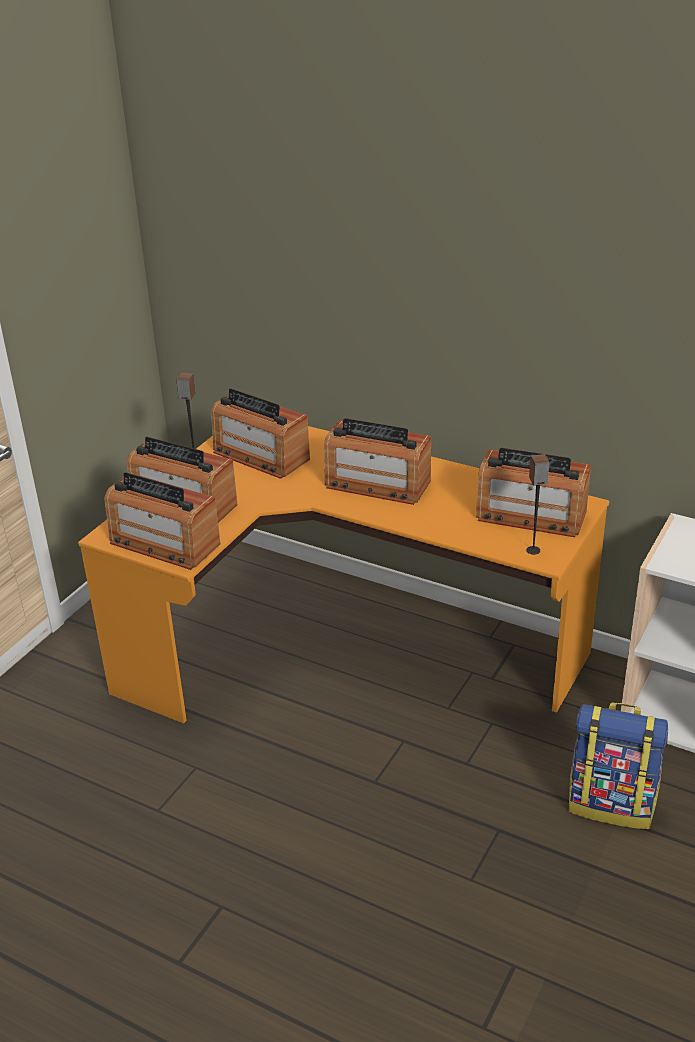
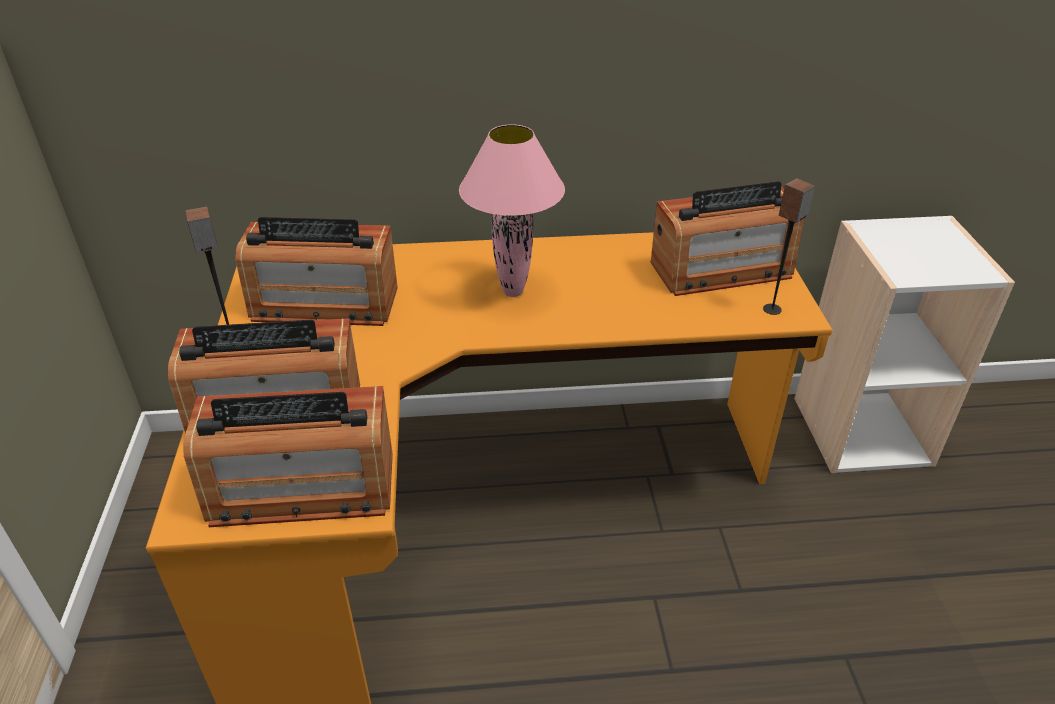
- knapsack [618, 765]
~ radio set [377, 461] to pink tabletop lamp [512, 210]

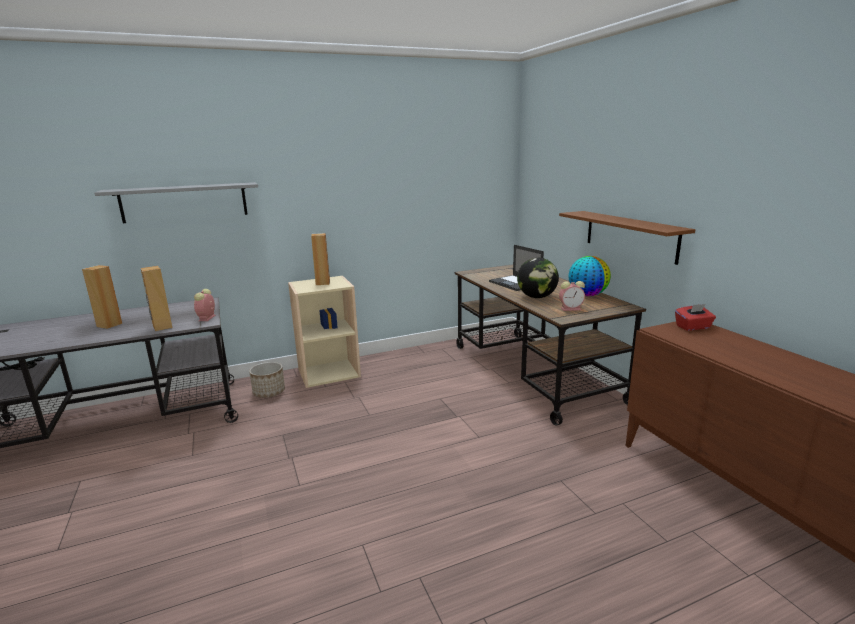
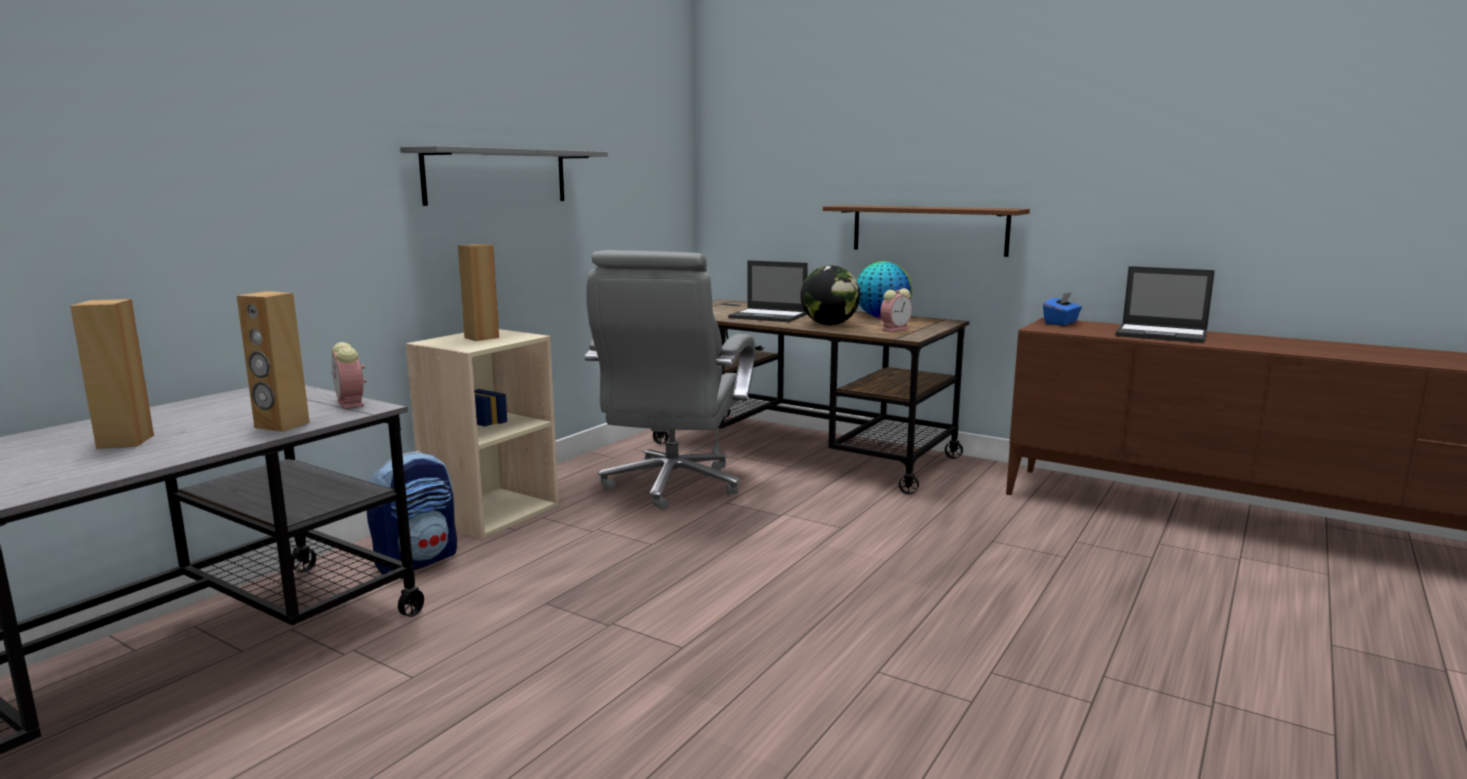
+ grey desk chair [670, 380]
+ notebook computer [1165, 304]
~ grey bracket shelf [176, 202] to [504, 176]
~ flower pot [267, 380] to knapsack [412, 513]
~ red-coloured box of tissues [695, 317] to blue-coloured box of tissues [1062, 309]

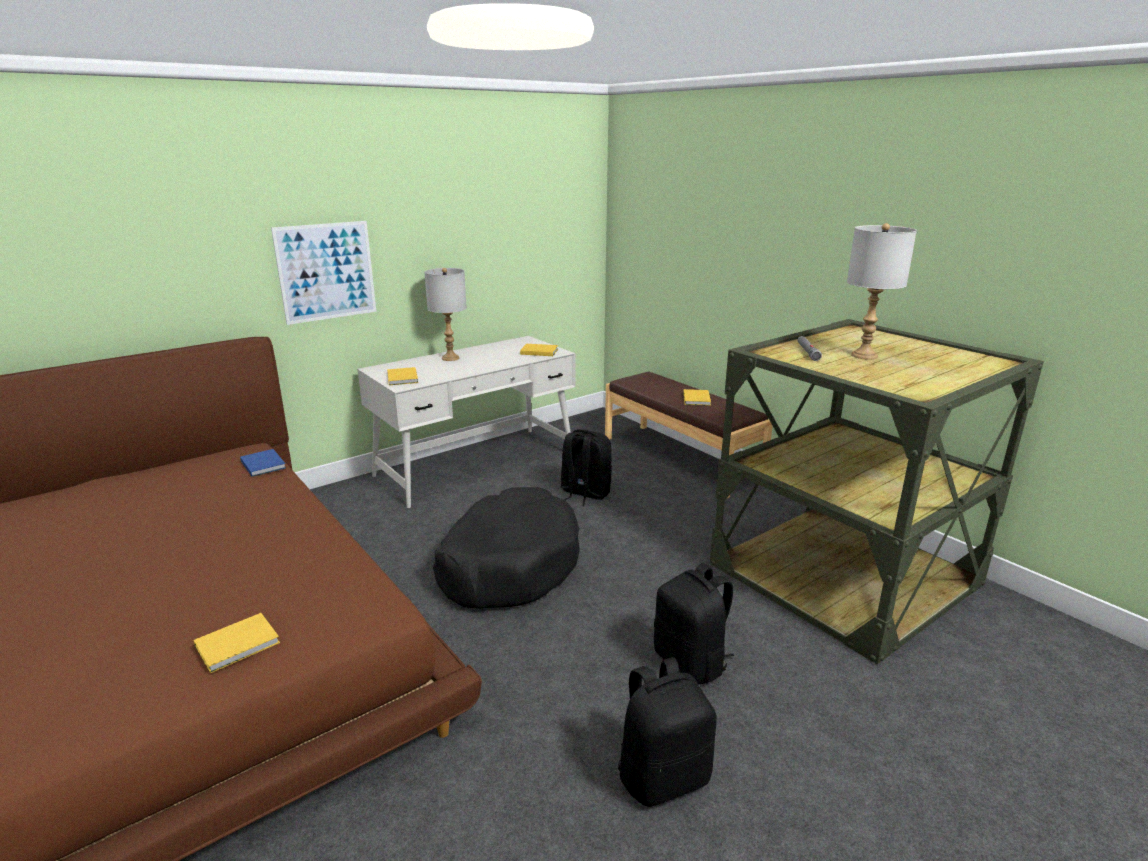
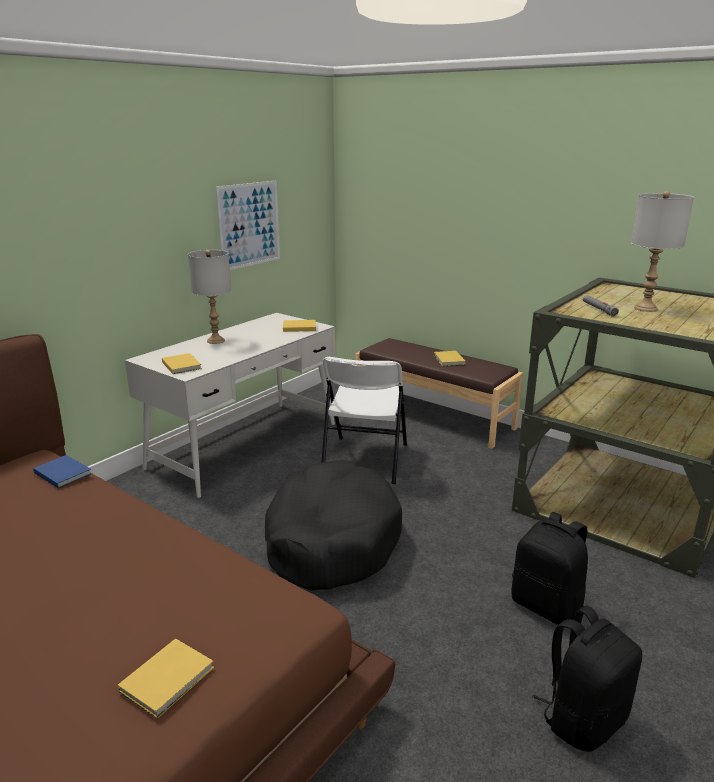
~ wall picture [324, 273] to [247, 225]
~ black knapsack [586, 467] to white plain chair [364, 420]

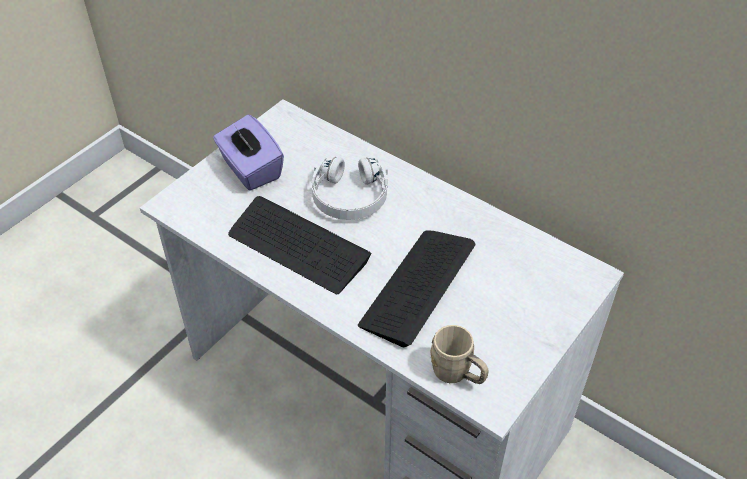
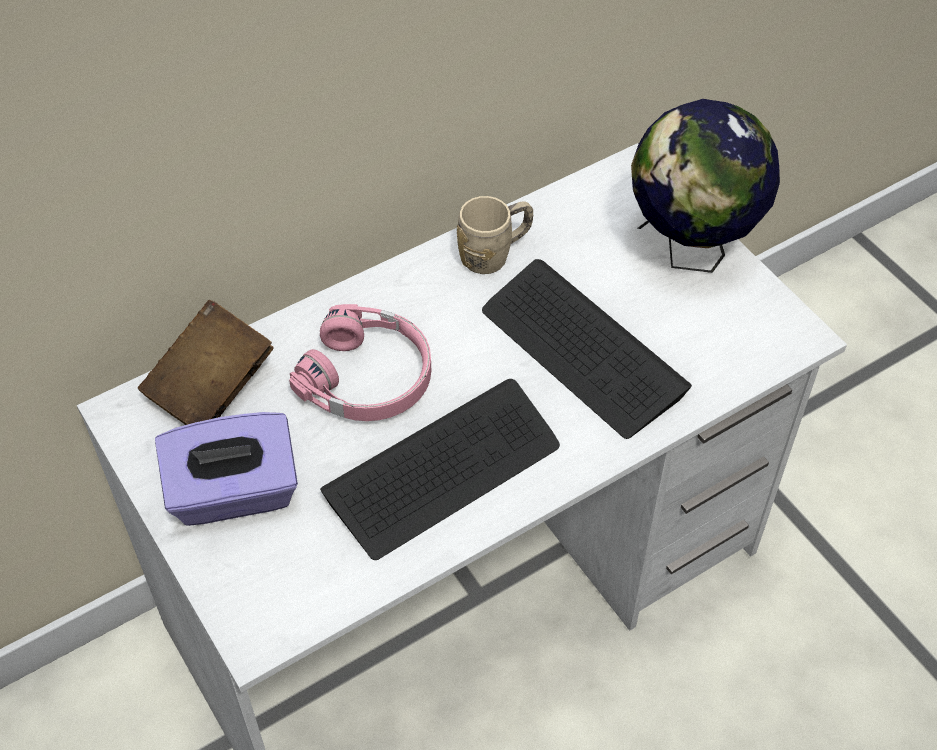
+ brownish book [206, 362]
+ globe [705, 186]
~ beige coffee mug [459, 354] to [495, 235]
~ white headphones [350, 188] to pink headphones [360, 362]

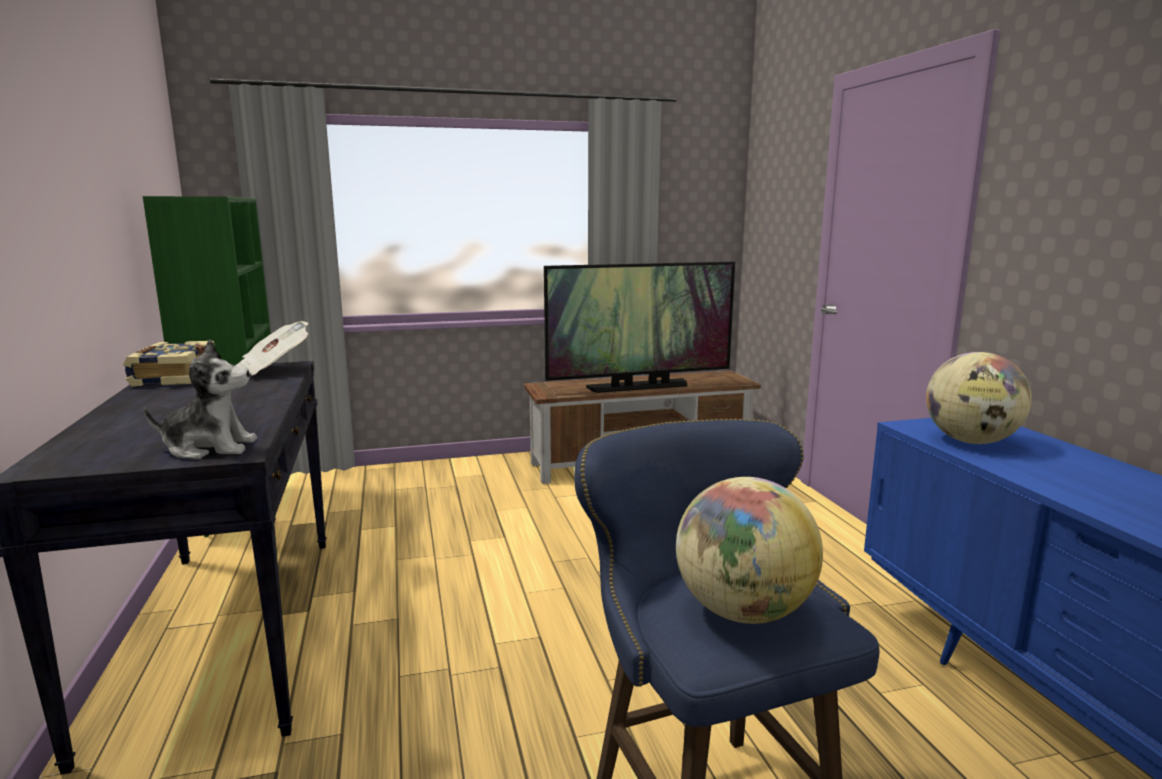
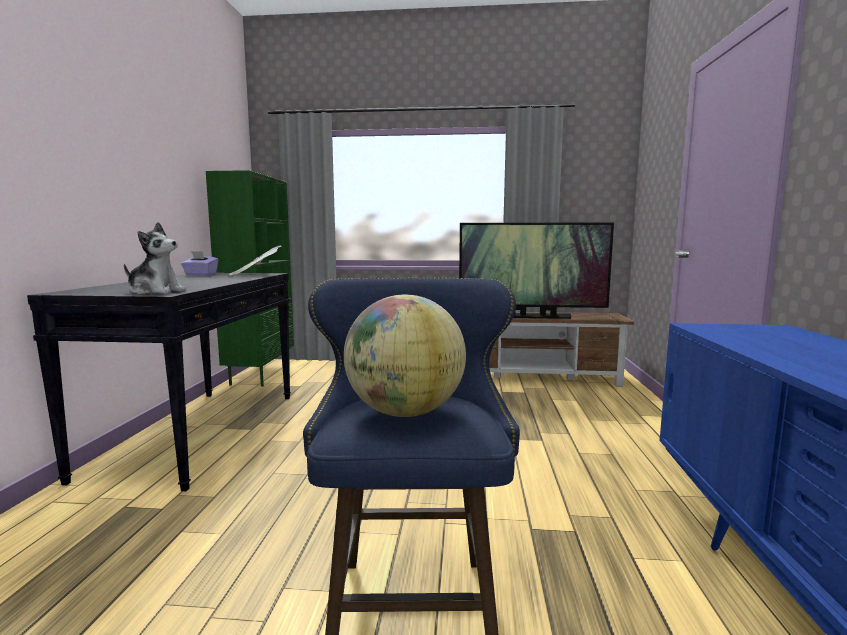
- globe [979, 398]
~ book [169, 363] to purple box of tissues [199, 263]

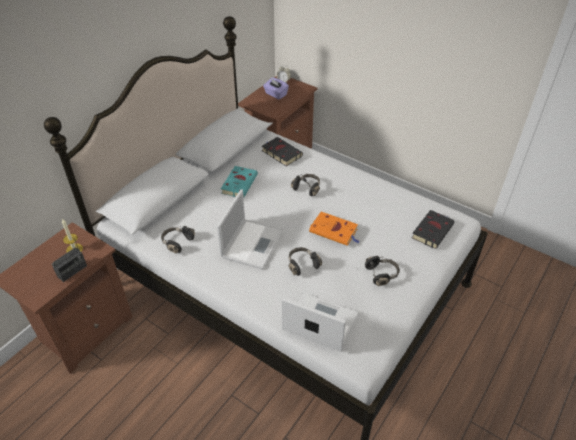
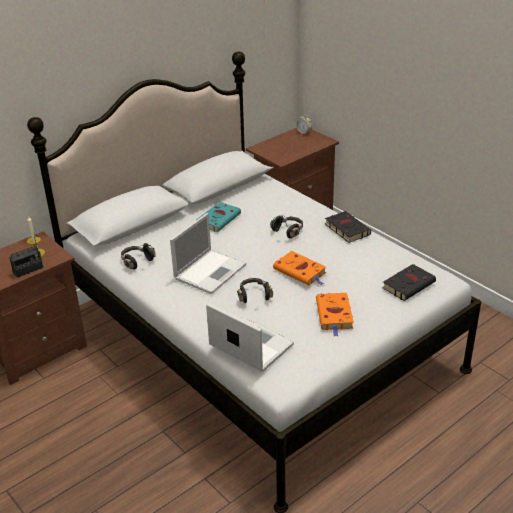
- purple box of tissues [276, 88]
~ black book [282, 151] to [348, 227]
~ black headphones [382, 271] to orangey book [335, 314]

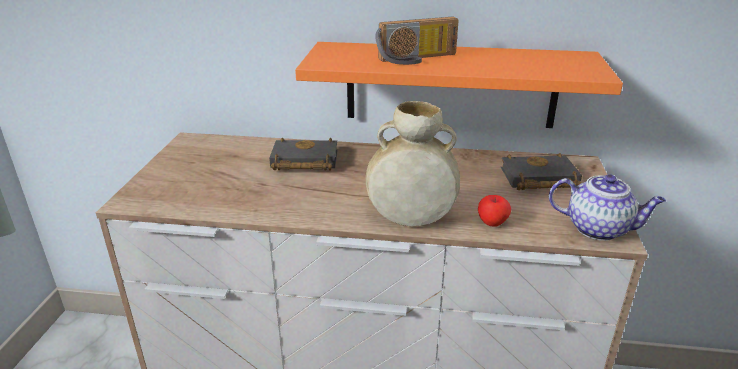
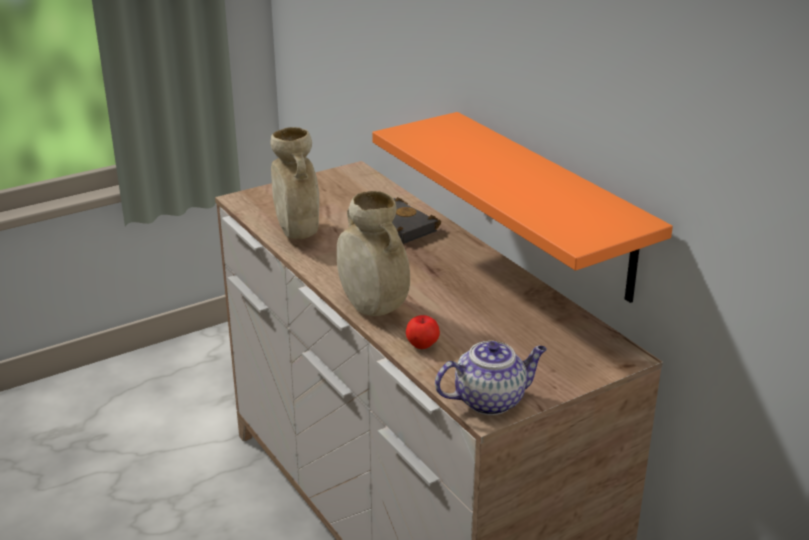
- radio set [417, 40]
- black book [541, 171]
+ beige vase [294, 183]
~ pot for tea [607, 207] = [491, 378] 90 degrees counterclockwise

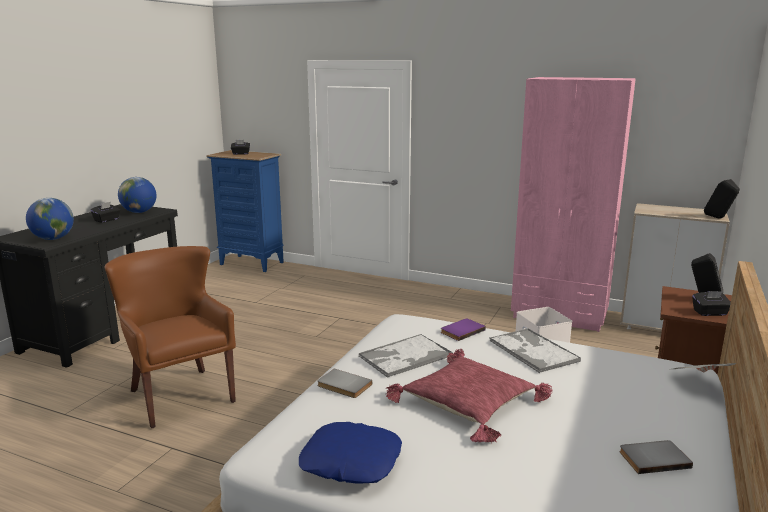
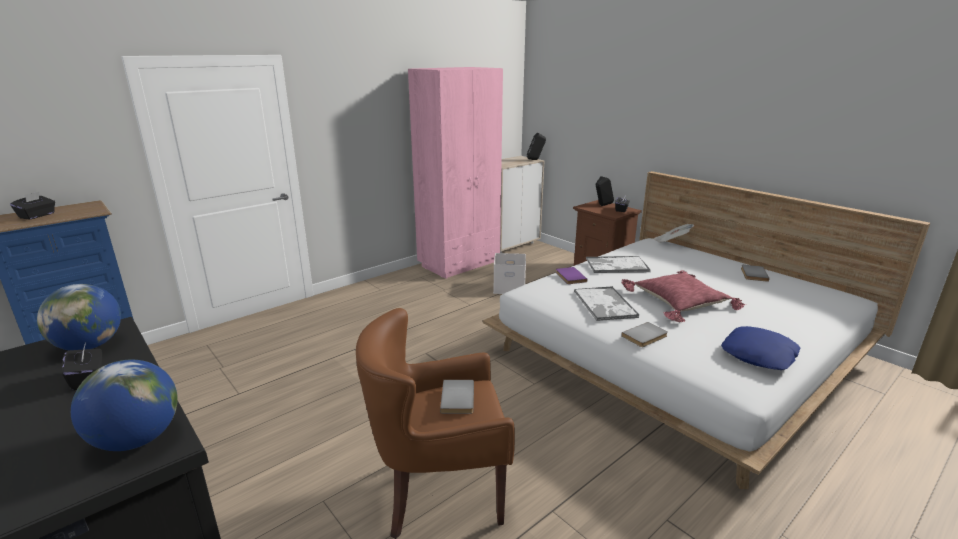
+ grey book [457, 397]

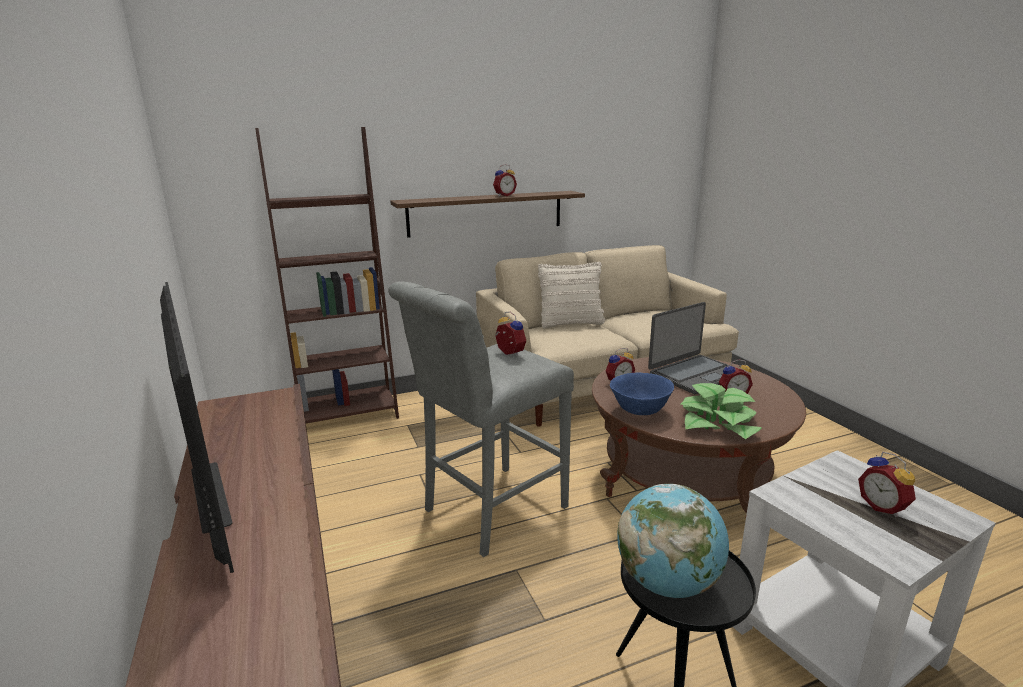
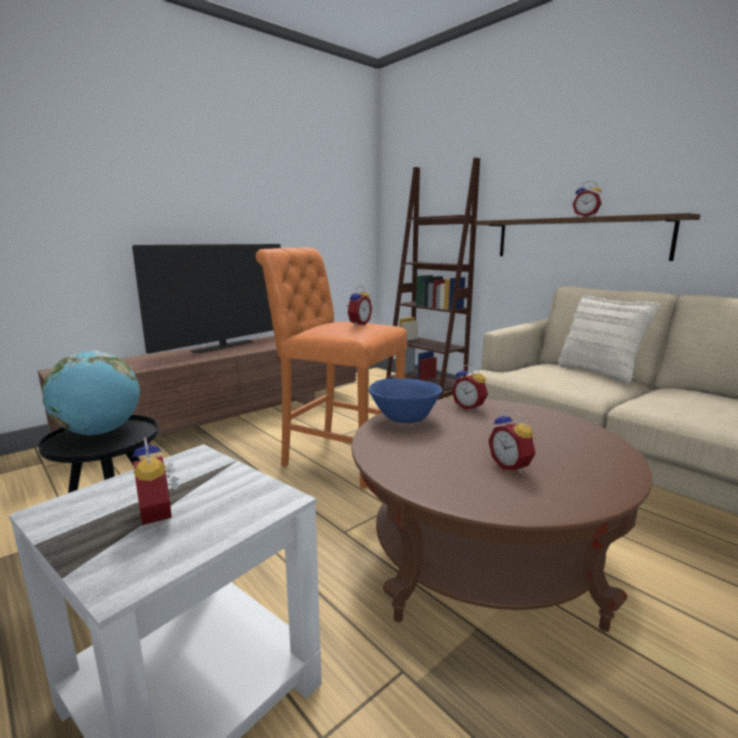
- notebook computer [689, 348]
- houseplant [721, 411]
~ grey sitting stool [481, 419] to orangey sitting stool [331, 368]
~ alarm clock [887, 484] = [156, 482] 75 degrees counterclockwise

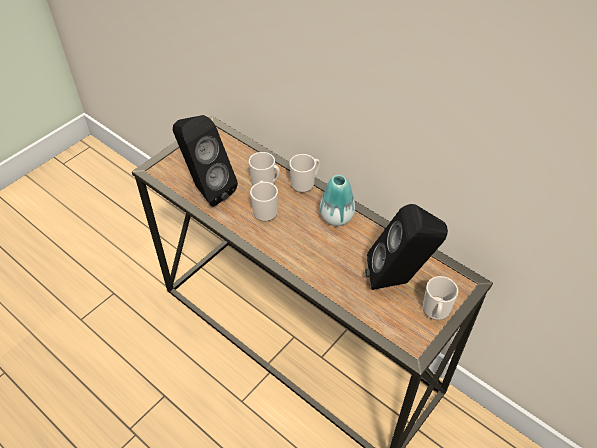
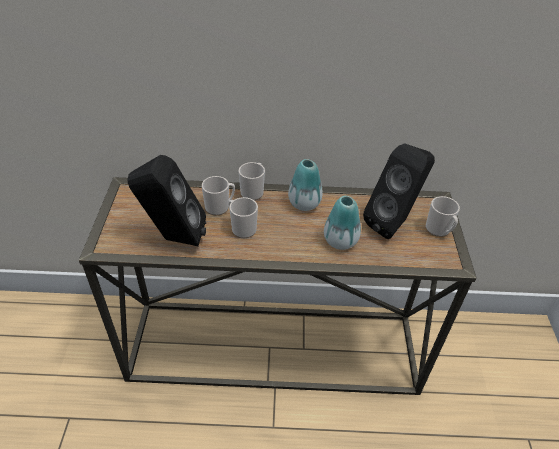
+ vase [342, 223]

